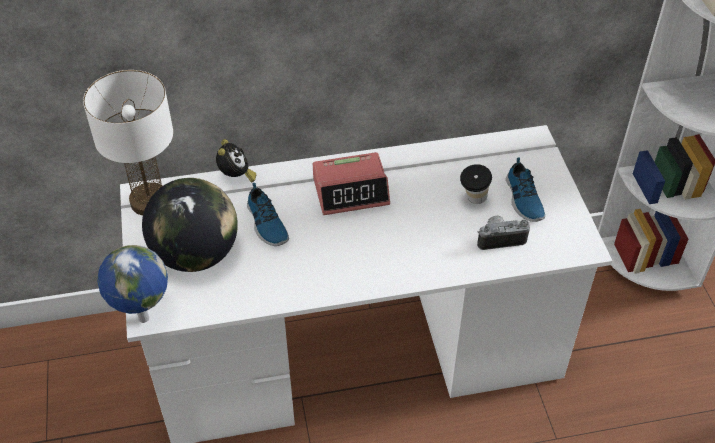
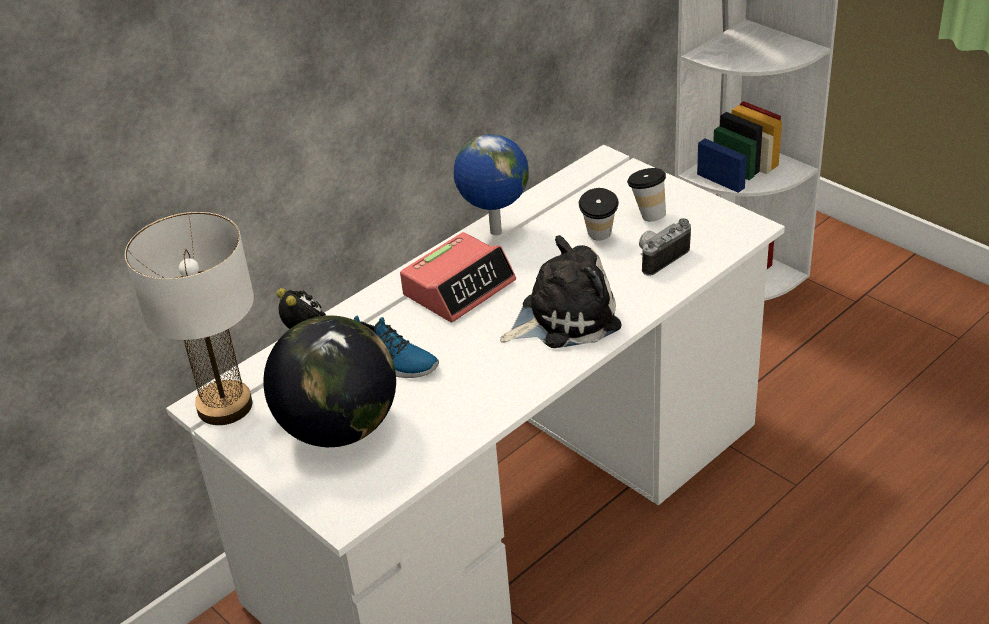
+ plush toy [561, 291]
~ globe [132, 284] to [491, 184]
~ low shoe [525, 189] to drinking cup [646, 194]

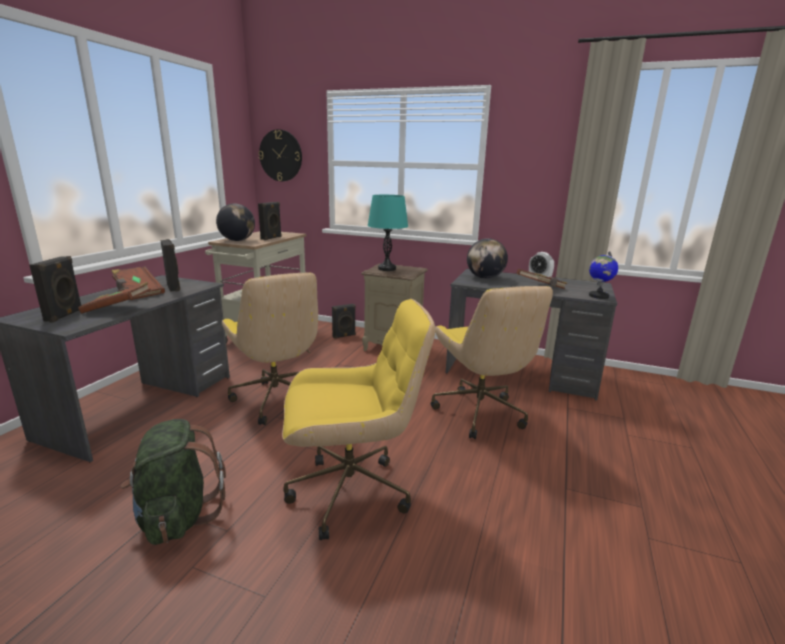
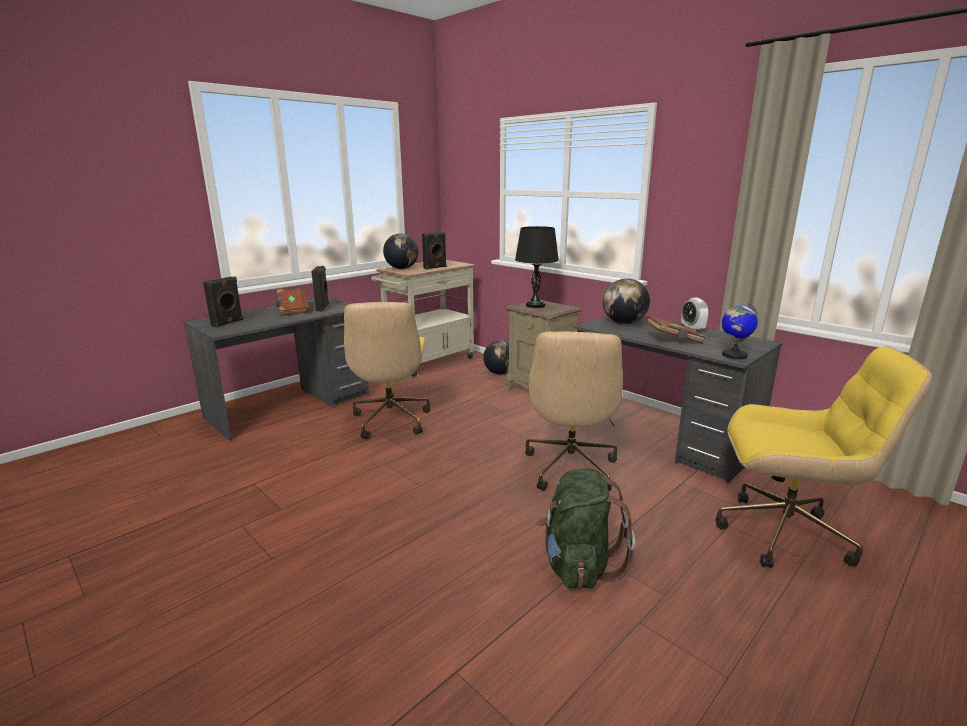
- brownish book [114, 297]
- hanging clock [280, 155]
~ greenish knapsack [173, 482] to [586, 528]
~ yellow desk chair [358, 419] to [824, 457]
~ black loudspeaker [344, 321] to globe [496, 357]
~ turquoise-coloured tabletop lamp [388, 233] to black tabletop lamp [537, 267]

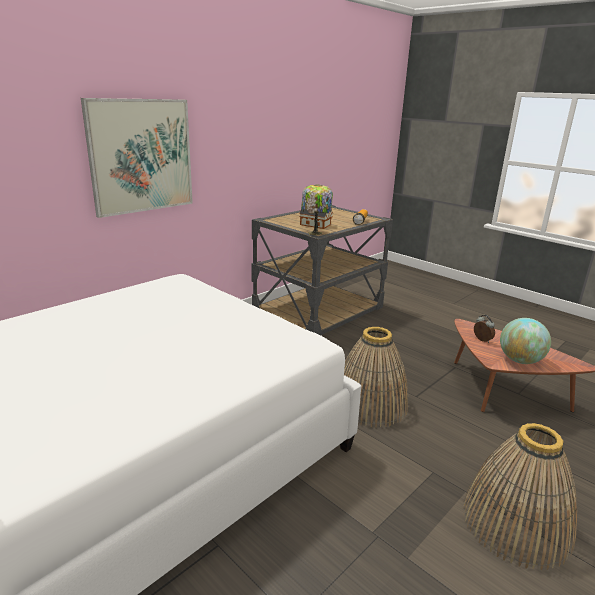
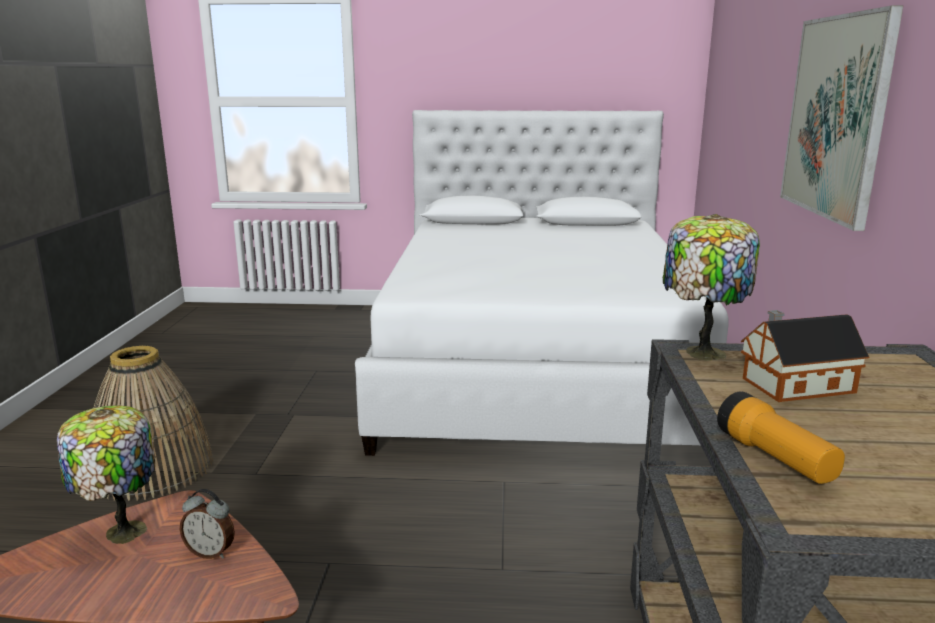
- household basket [376, 377]
~ globe [525, 341] to tabletop lamp [106, 474]

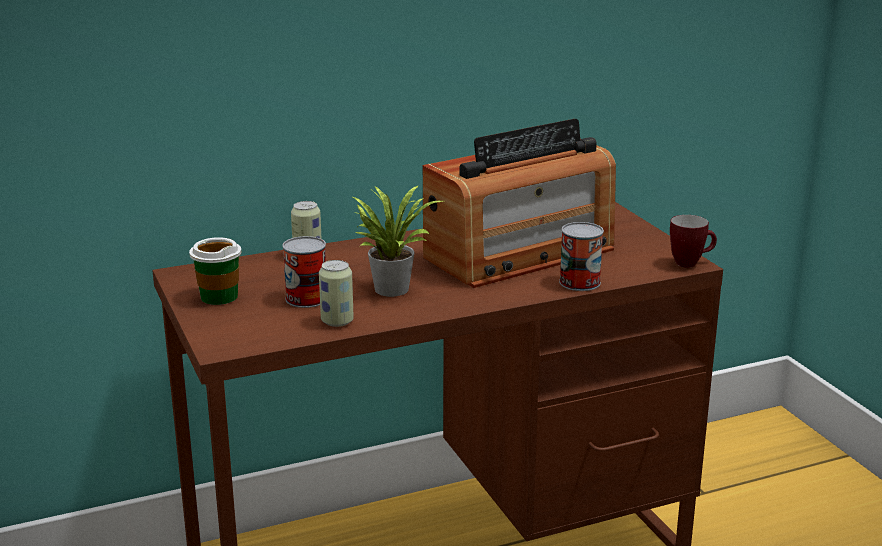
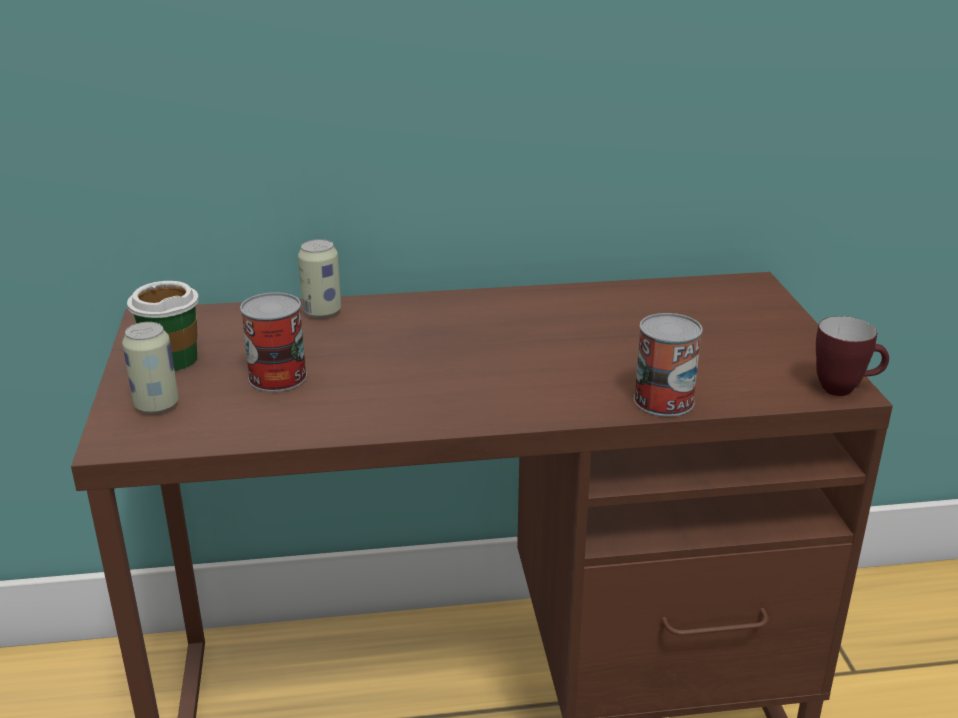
- houseplant [398, 241]
- radio set [519, 203]
~ sealed can [336, 293] to [150, 367]

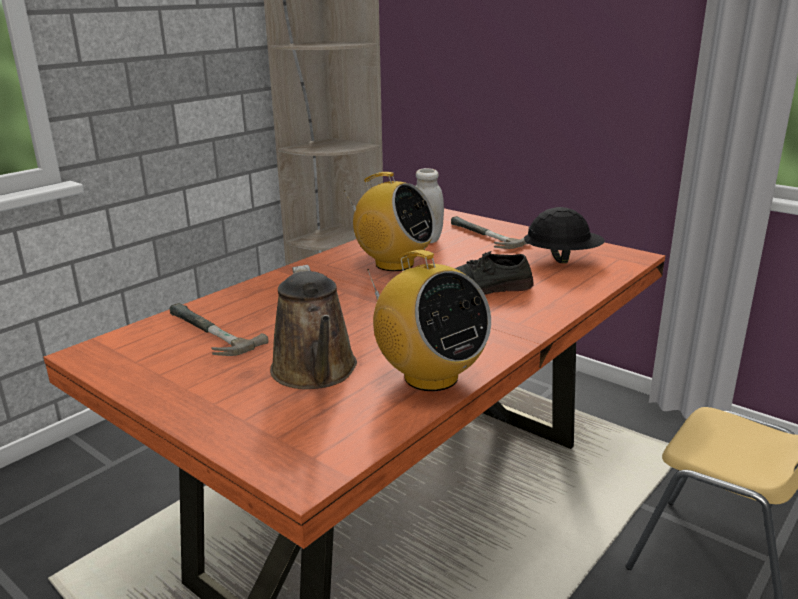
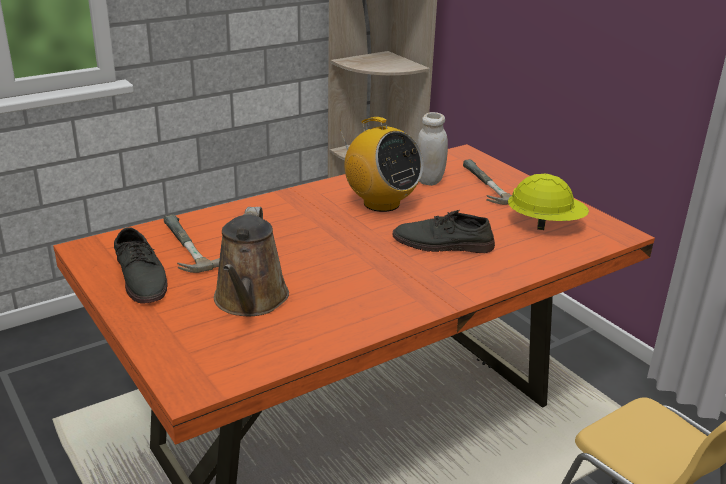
- radio set [429, 320]
+ grey low shoe [141, 265]
~ black safety helmet [564, 235] to yellow safety helmet [548, 202]

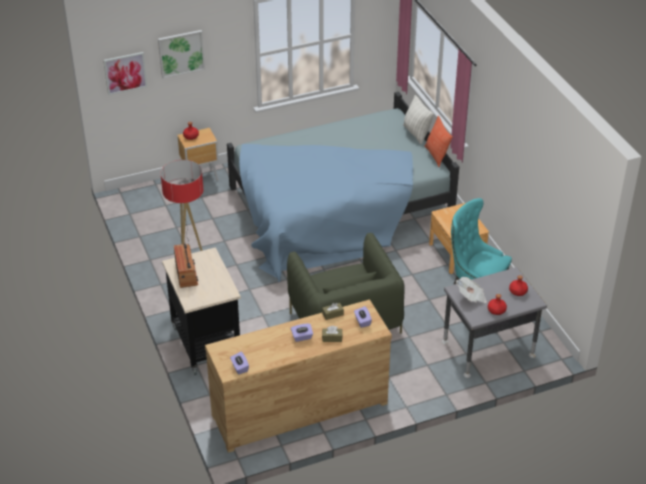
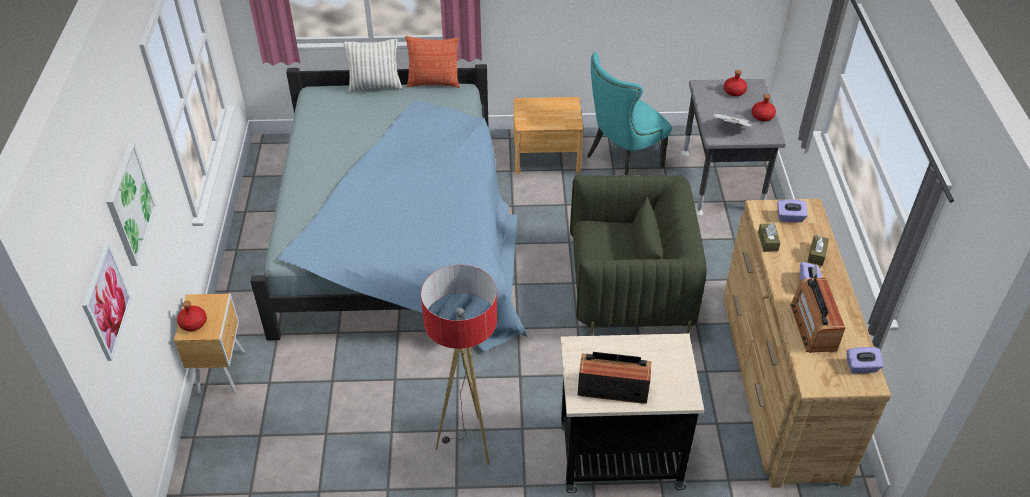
+ radio set [817, 315]

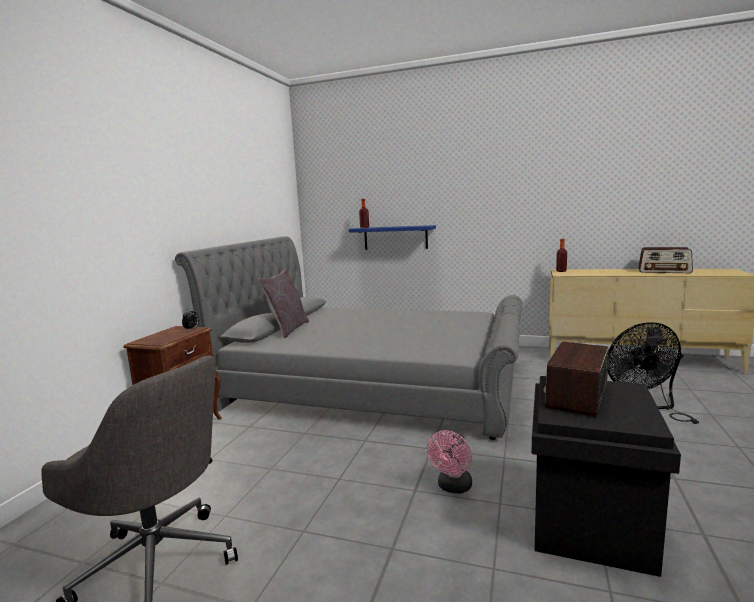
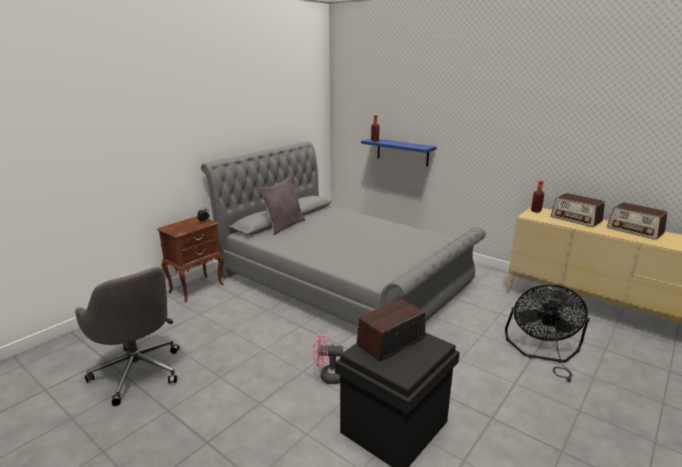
+ radio set [578, 210]
~ pink electric fan [449, 462] = [328, 359] 45 degrees clockwise

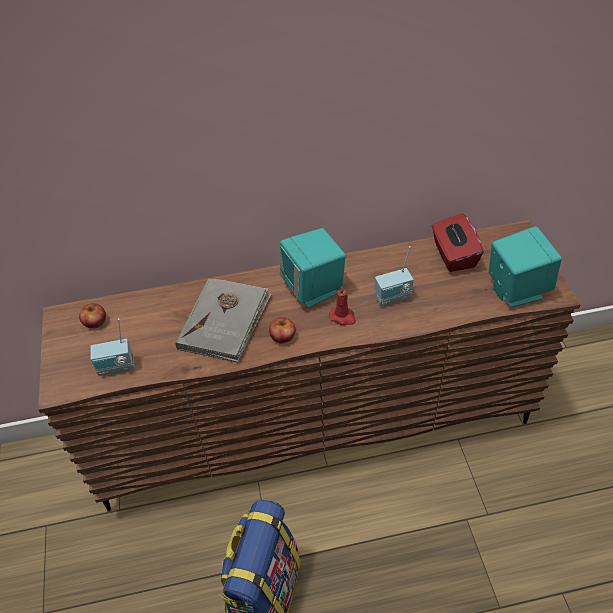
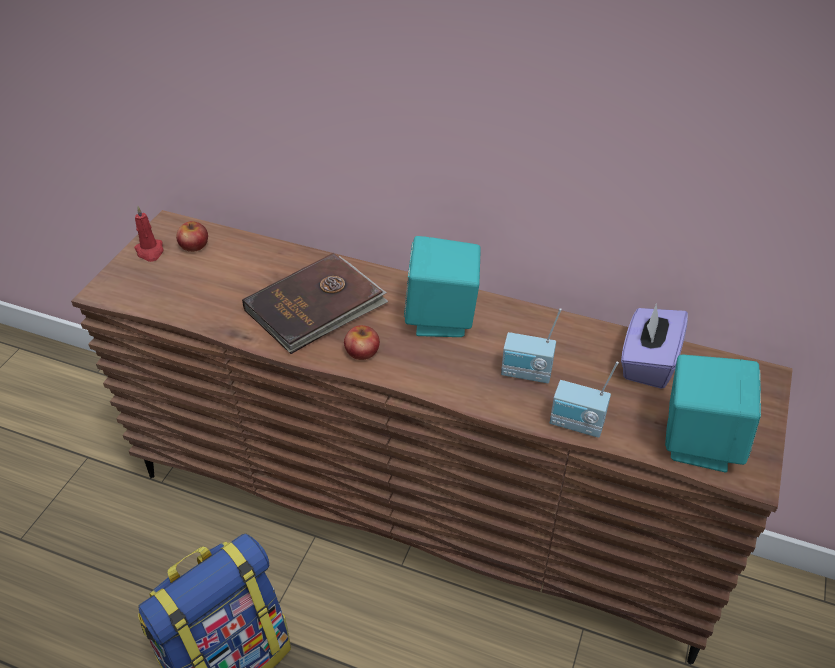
~ radio set [112, 347] to [584, 400]
~ red-coloured wax light [342, 306] to [149, 234]
~ grey book [224, 320] to brownish book [315, 303]
~ red-coloured box of tissues [457, 242] to purple box of tissues [654, 346]

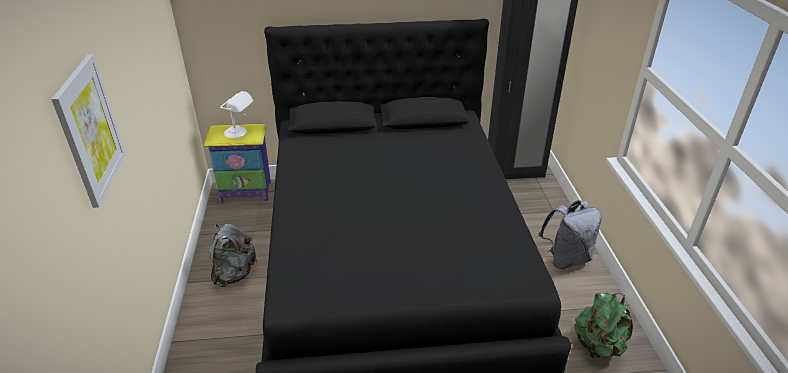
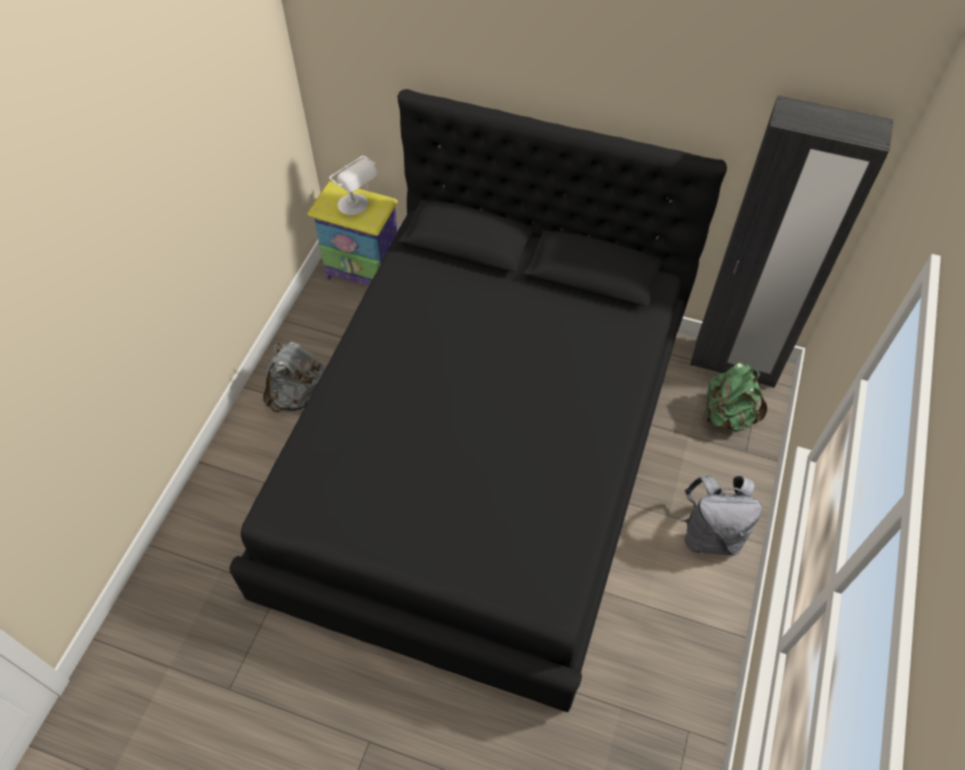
- wall picture [88, 131]
~ greenish knapsack [603, 325] to [735, 397]

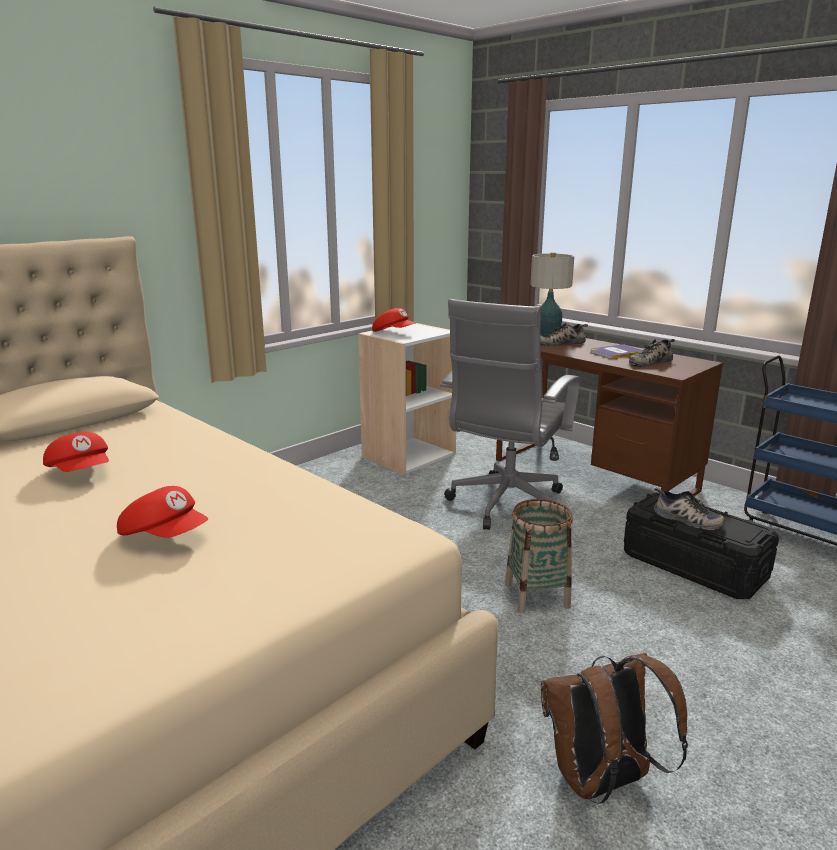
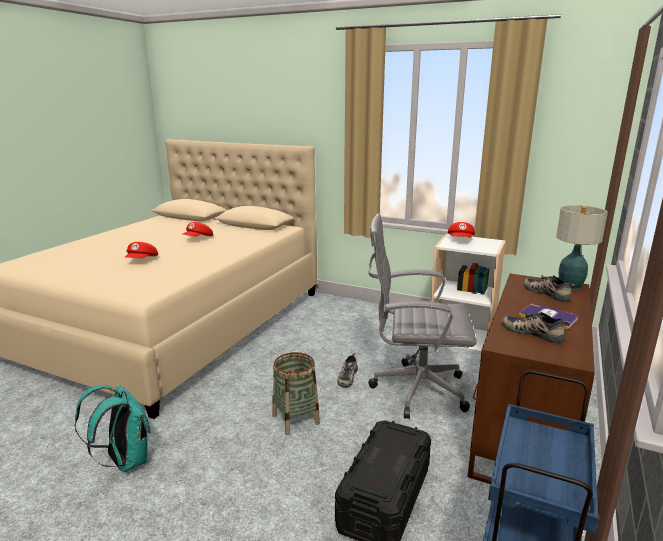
~ low shoe [689, 509] to [347, 370]
~ brownish knapsack [614, 728] to turquoise-coloured knapsack [113, 429]

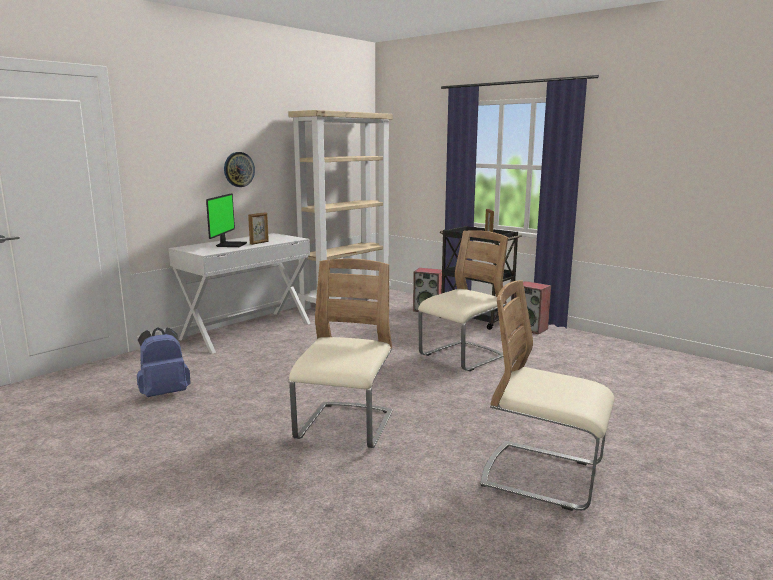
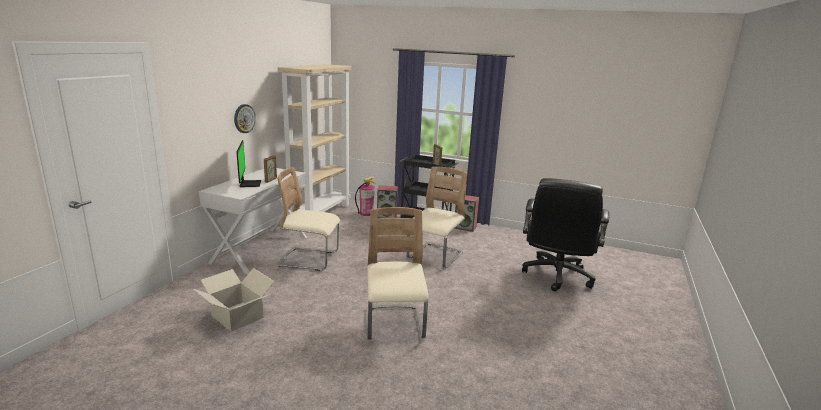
+ extinguisher [365, 196]
+ black desk chair [565, 234]
~ beige plain chair [547, 395] to [308, 219]
~ blue-coloured knapsack [164, 362] to packing box [234, 300]

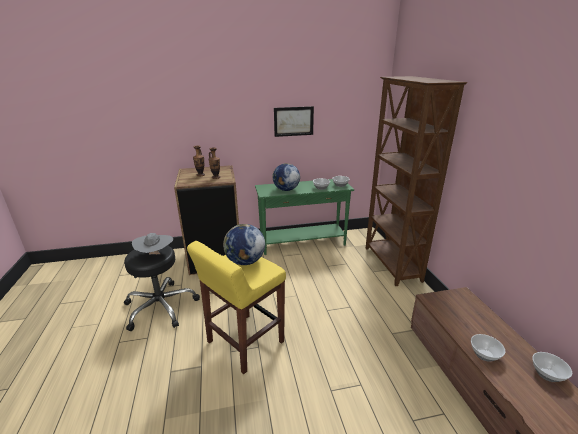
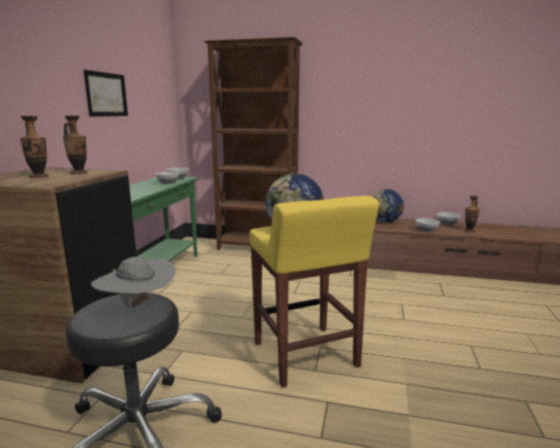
+ vase [472, 213]
~ globe [286, 177] to [388, 205]

